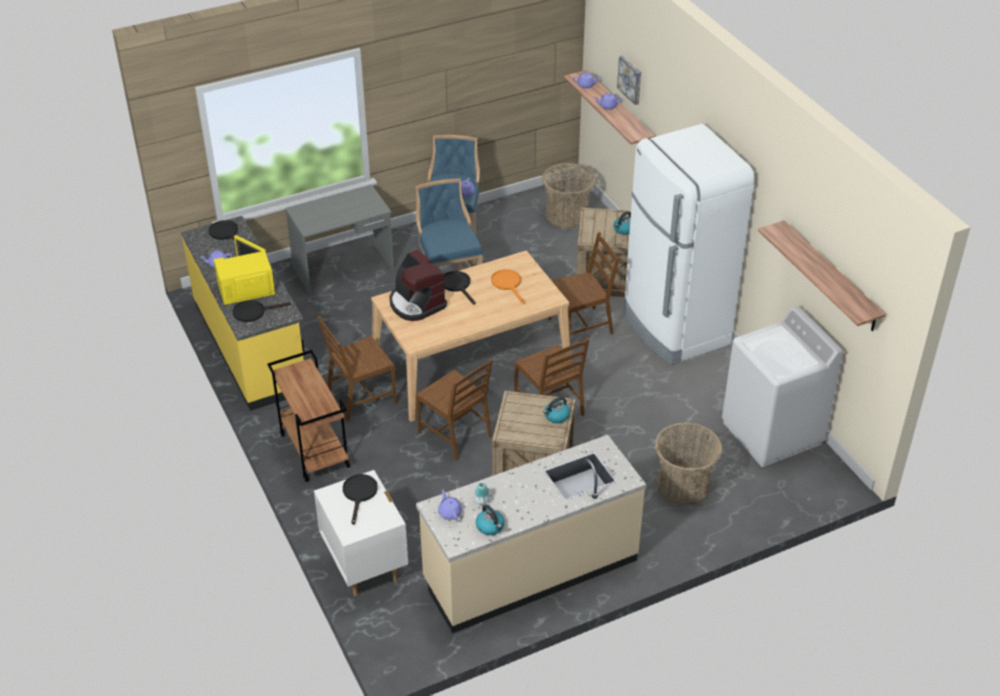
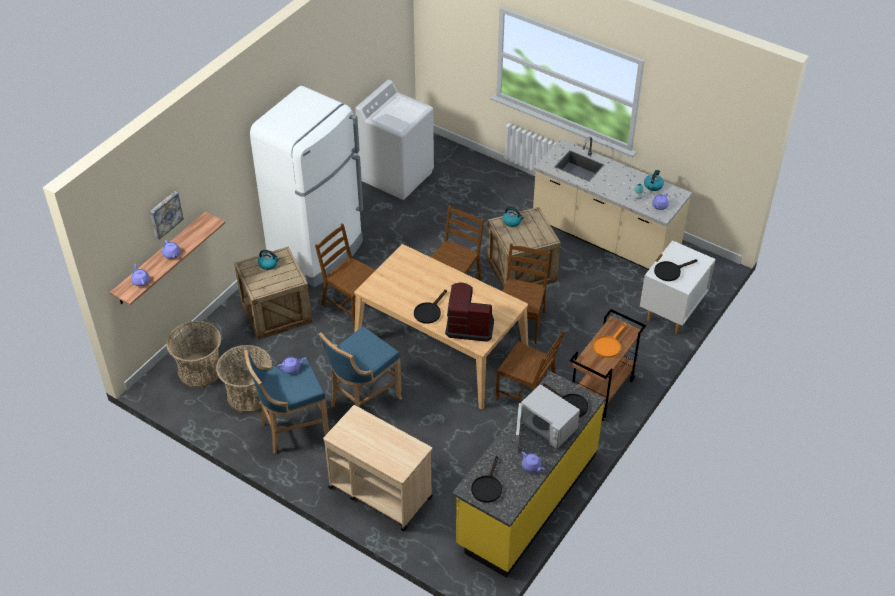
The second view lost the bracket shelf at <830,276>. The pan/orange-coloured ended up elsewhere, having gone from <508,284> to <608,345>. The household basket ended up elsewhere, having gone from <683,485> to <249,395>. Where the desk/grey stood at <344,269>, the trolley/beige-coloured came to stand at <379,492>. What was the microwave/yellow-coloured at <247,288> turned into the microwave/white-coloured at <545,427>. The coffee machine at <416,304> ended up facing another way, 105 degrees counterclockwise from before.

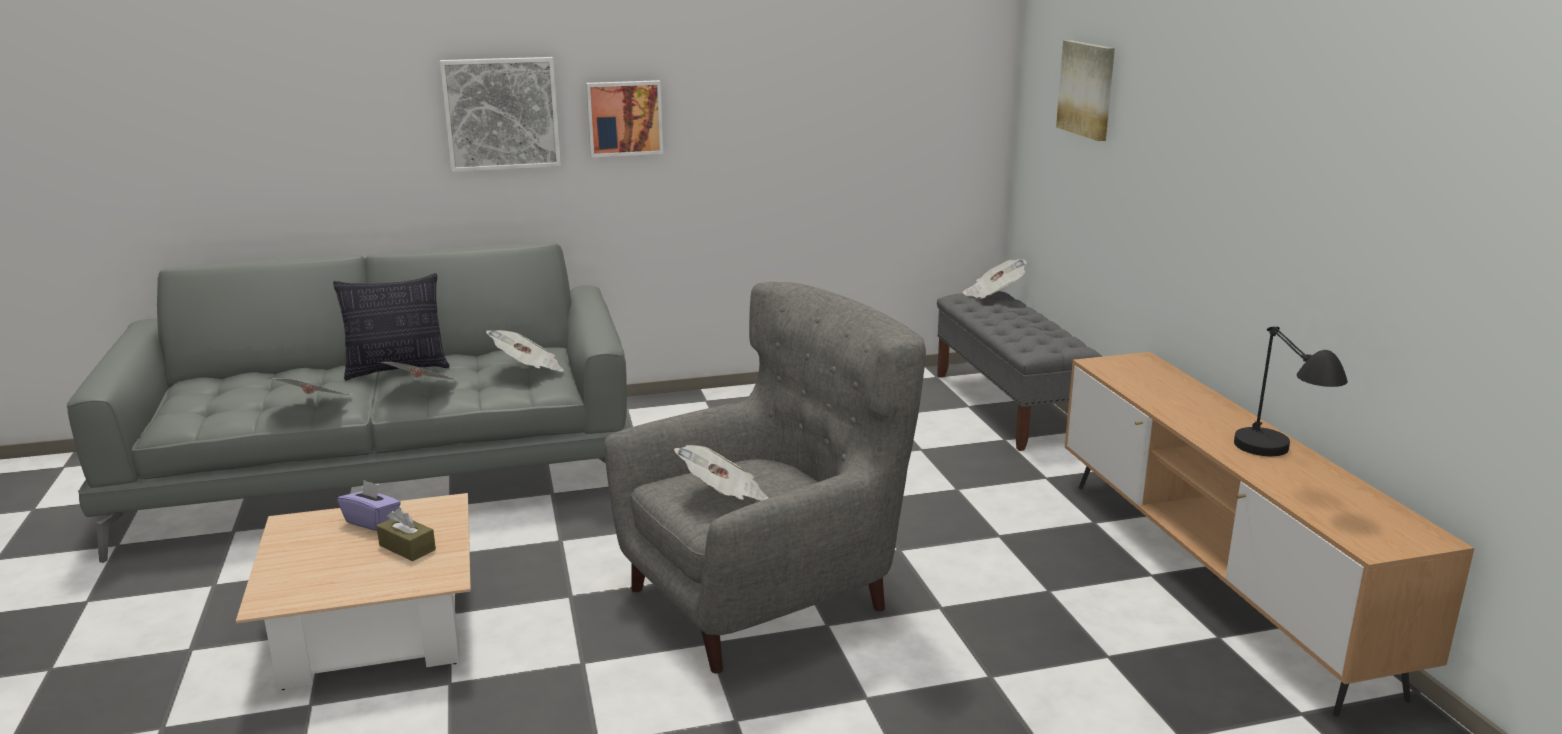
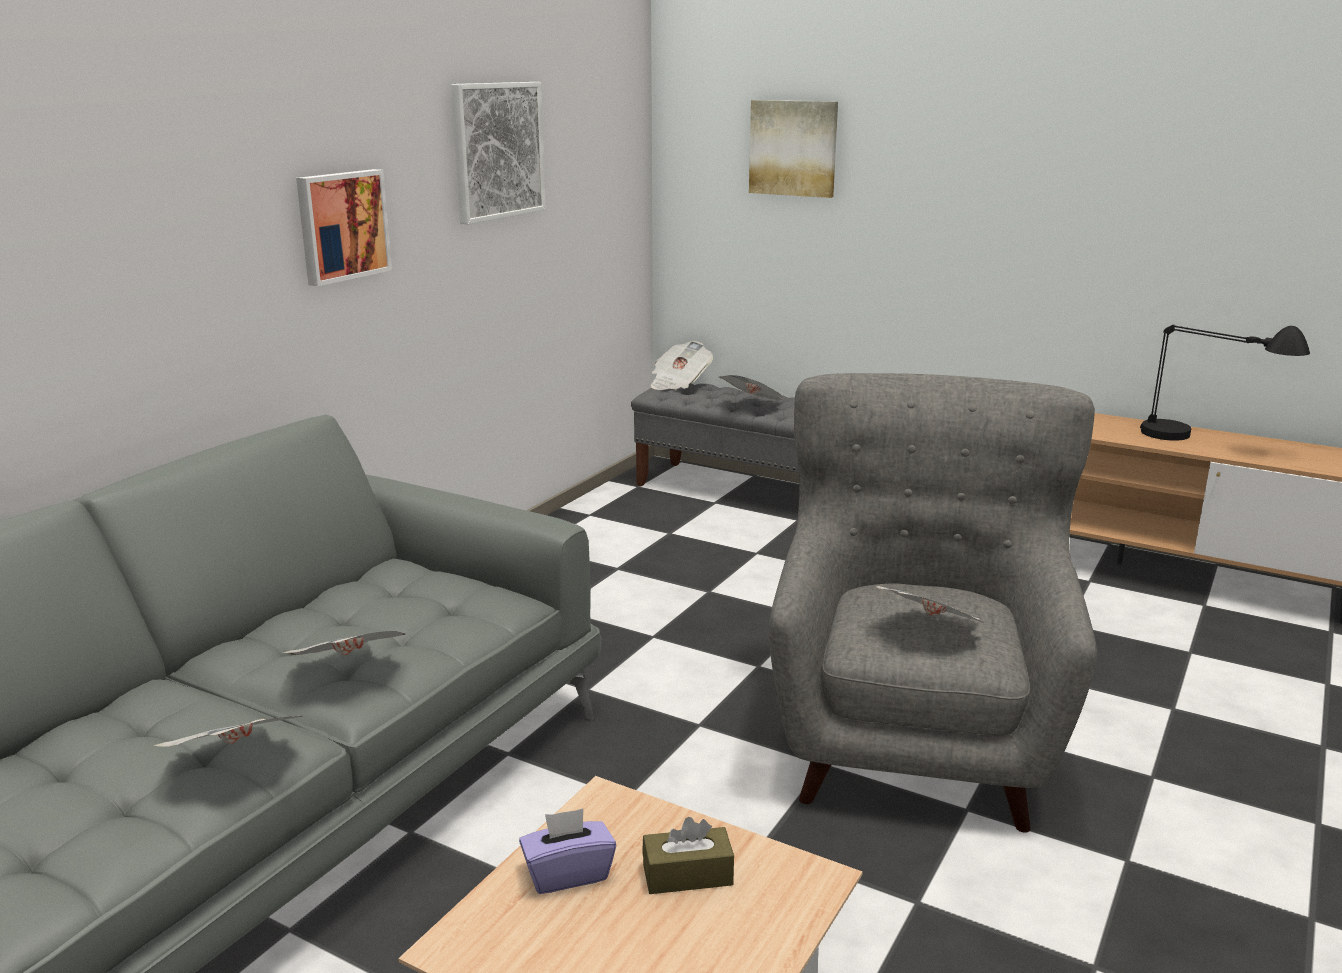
The second view lost the pillow at <397,369>. The wall picture ended up elsewhere, having gone from <501,114> to <497,151>. The printed paper ended up elsewhere, having gone from <528,369> to <753,405>.

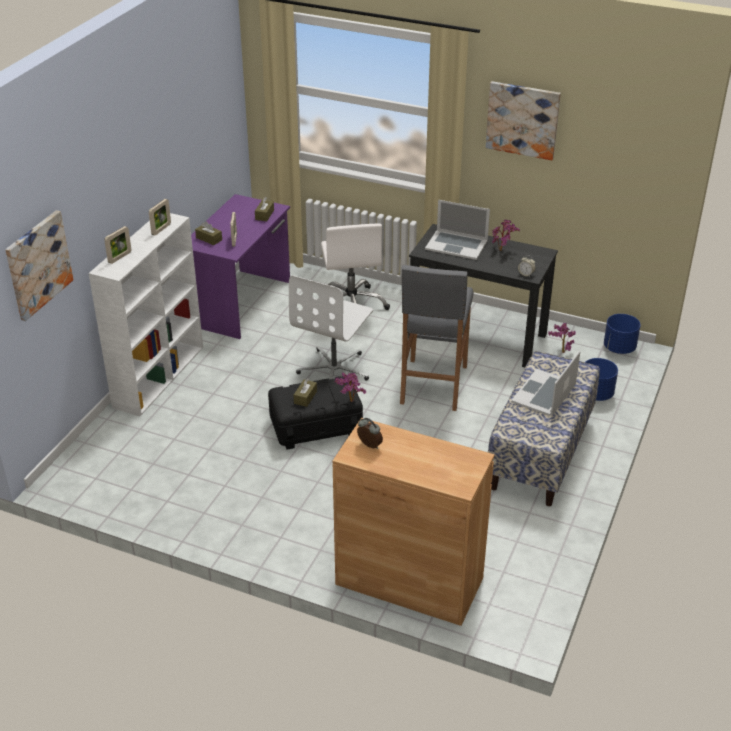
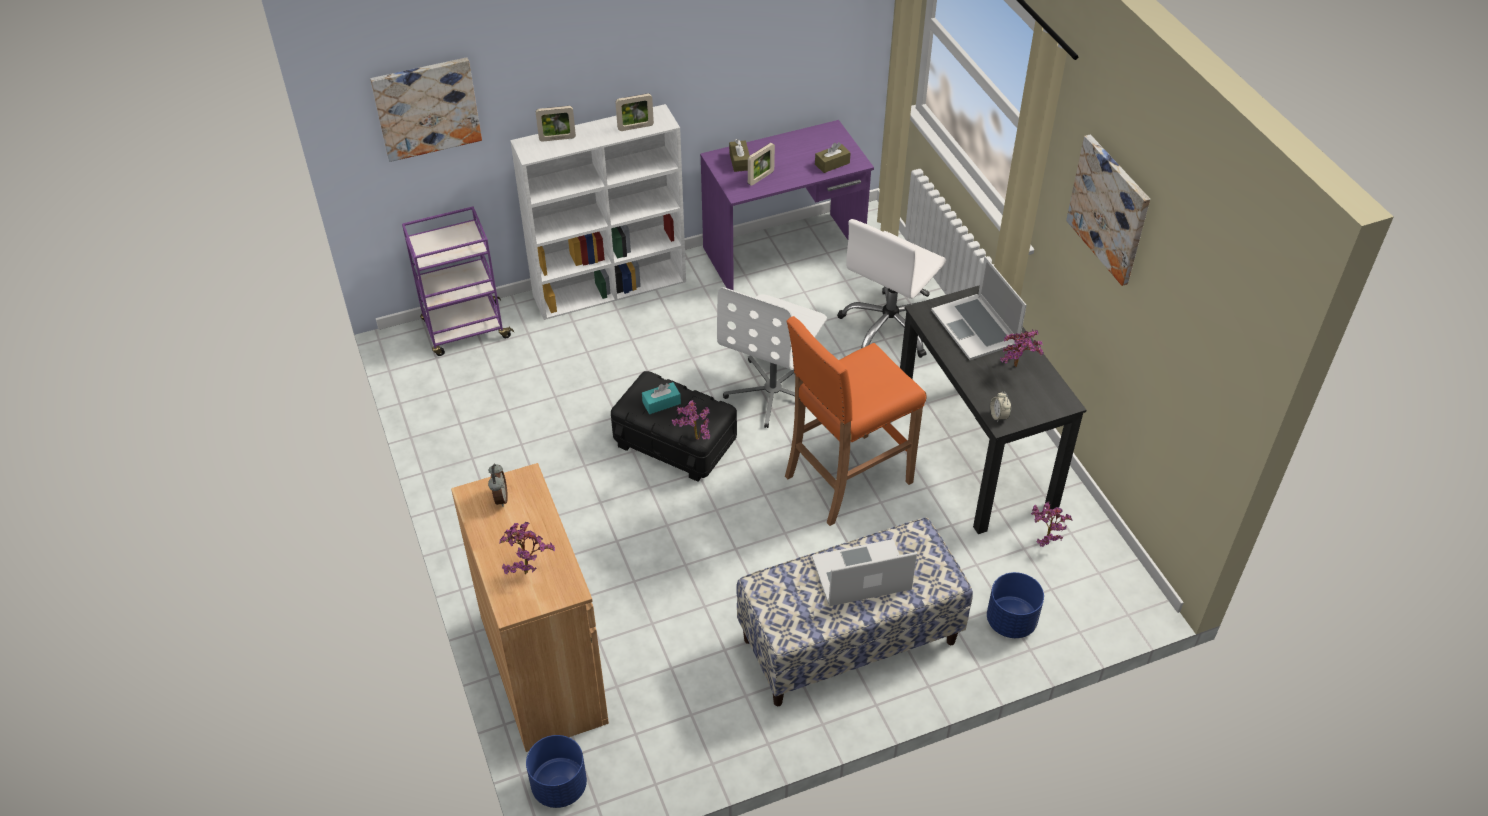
The second view gained the trolley/purple at <465,330>. The second view gained the houseplant at <526,569>. The plant pot/blue ended up elsewhere, having gone from <619,348> to <559,786>. What was the tissue box/brownish at <305,397> turned into the tissue box/turquoise-coloured at <661,403>. What was the sitting stool/grey at <433,385> turned into the sitting stool/orange-coloured at <846,479>. The office chair/white-coloured at <335,370> ended up facing another way, 45 degrees counterclockwise from before.

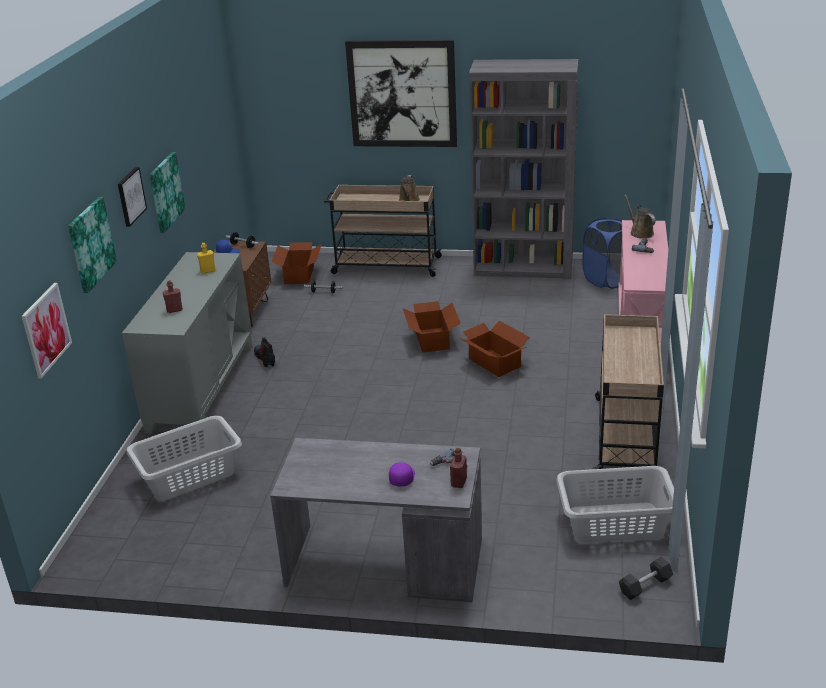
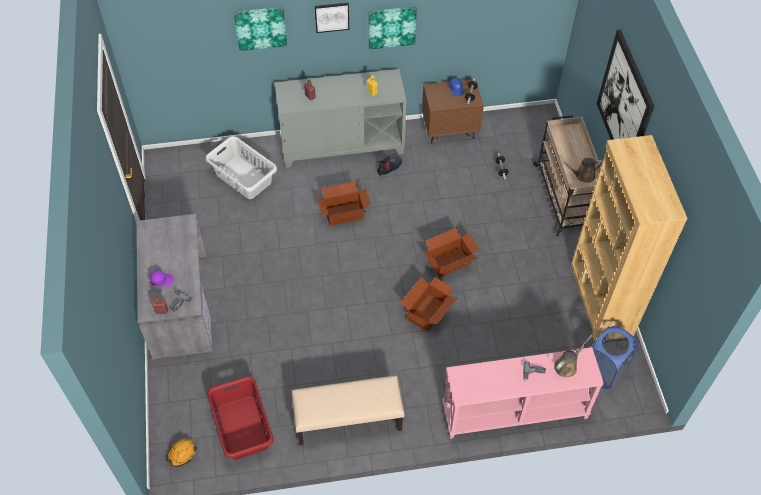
The second view lost the wall picture at <46,330>. The carton ended up elsewhere, having gone from <298,275> to <343,213>. Where the trolley/beige-coloured stood at <626,436>, the long seat/beige-coloured came to stand at <348,420>. Where the free weight/grey stood at <645,586>, the hard hat/orange-coloured came to stand at <182,453>. What was the shelving unit/grey at <523,268> turned into the shelving unit/brownish at <600,300>. What was the hamper/grey at <616,523> turned into the hamper/red at <242,428>.

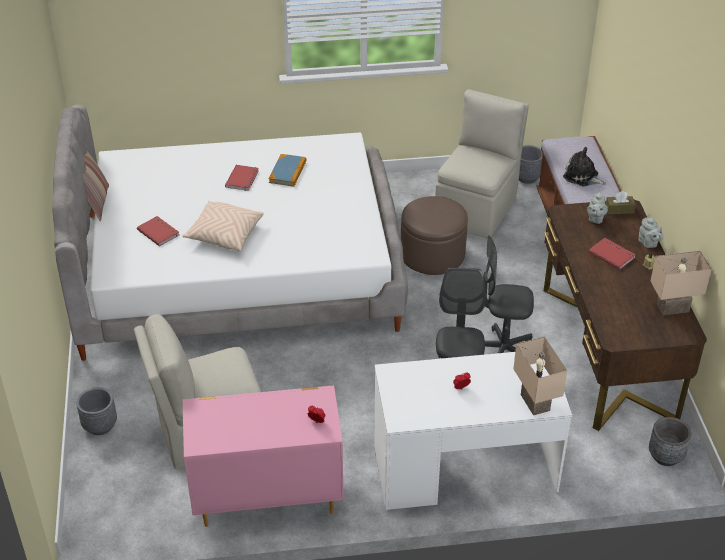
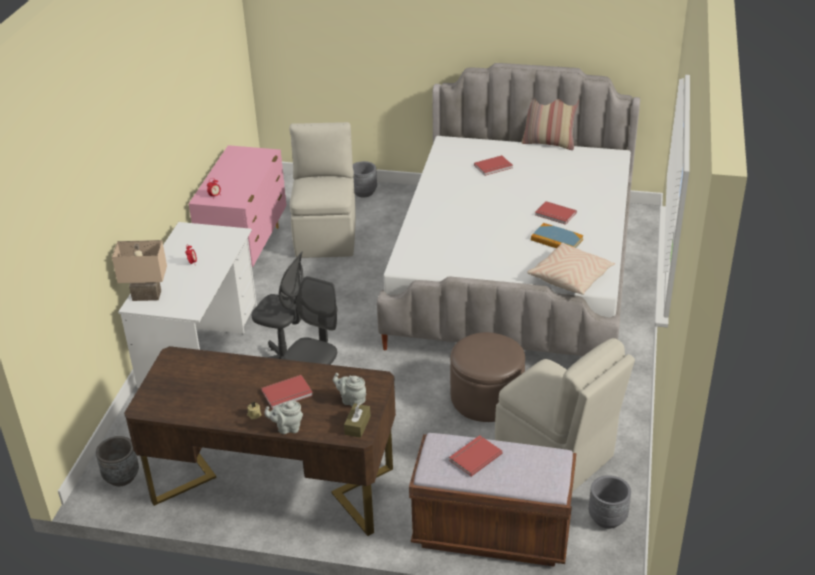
The second view lost the tabletop lamp/beige-coloured at <673,309>. The pillow/beige-coloured ended up elsewhere, having gone from <224,234> to <570,278>. Where the soft toy stood at <582,177>, the bound book/red came to stand at <474,456>.

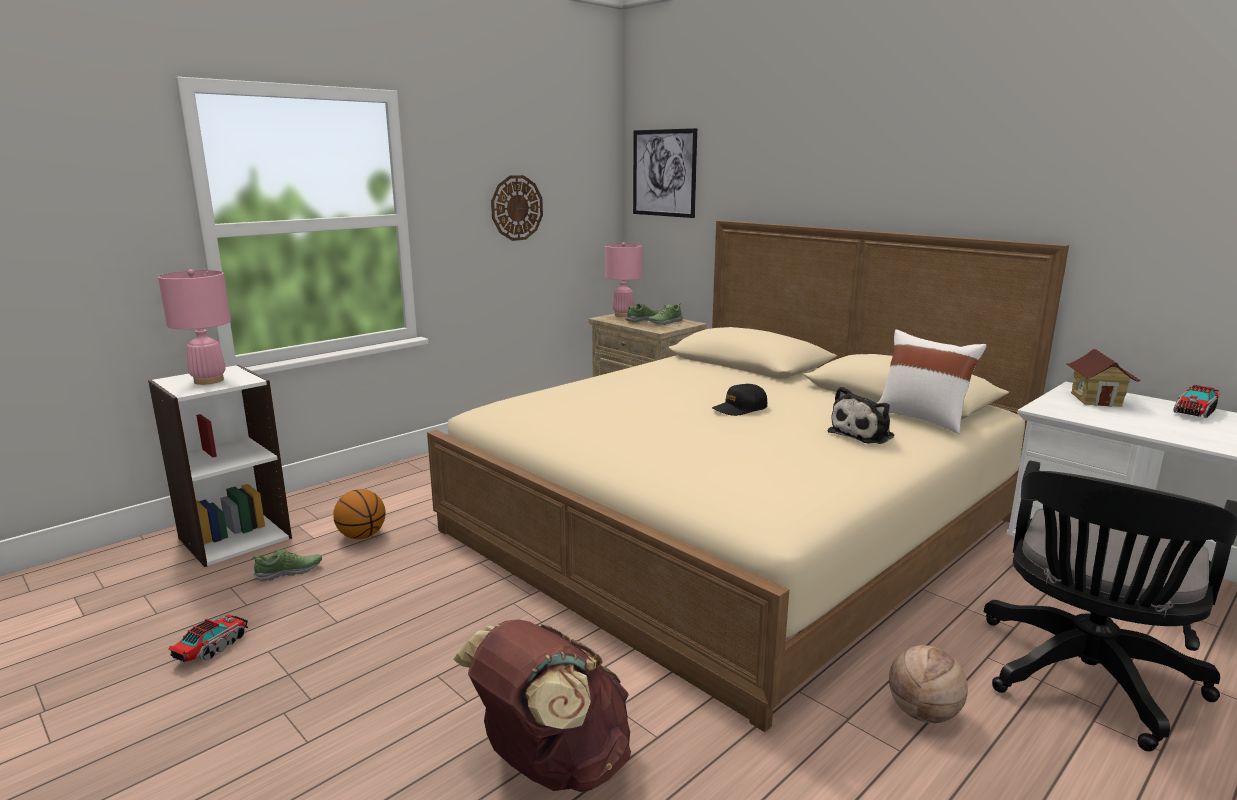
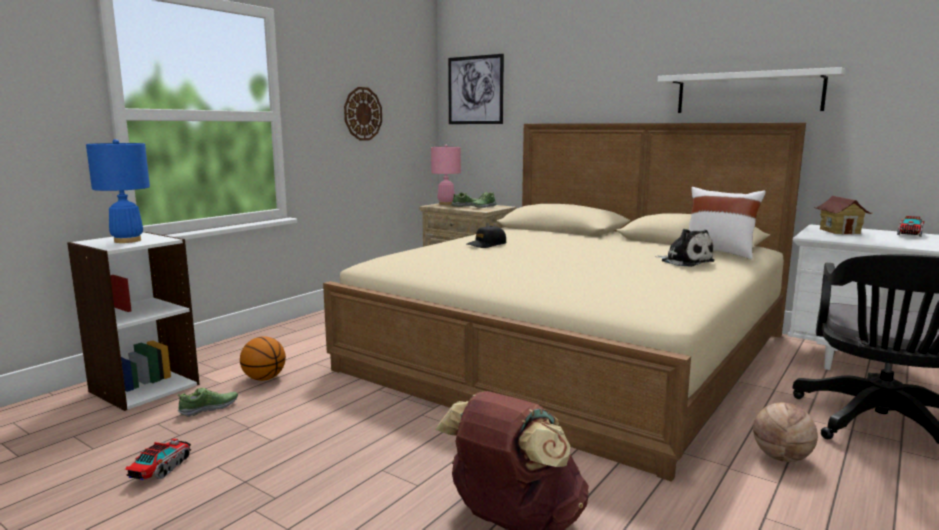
The second view gained the bracket shelf/white-coloured at <748,93>. The baseball cap/black ended up elsewhere, having gone from <740,409> to <486,245>. What was the tabletop lamp/pinkish at <209,381> turned into the tabletop lamp/blue at <127,241>. The soft toy at <864,434> ended up facing another way, 75 degrees counterclockwise from before.

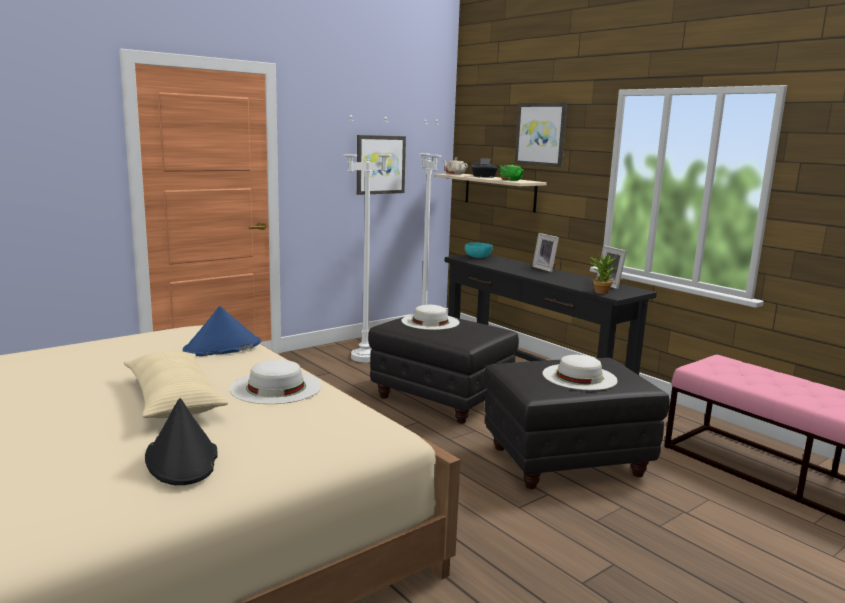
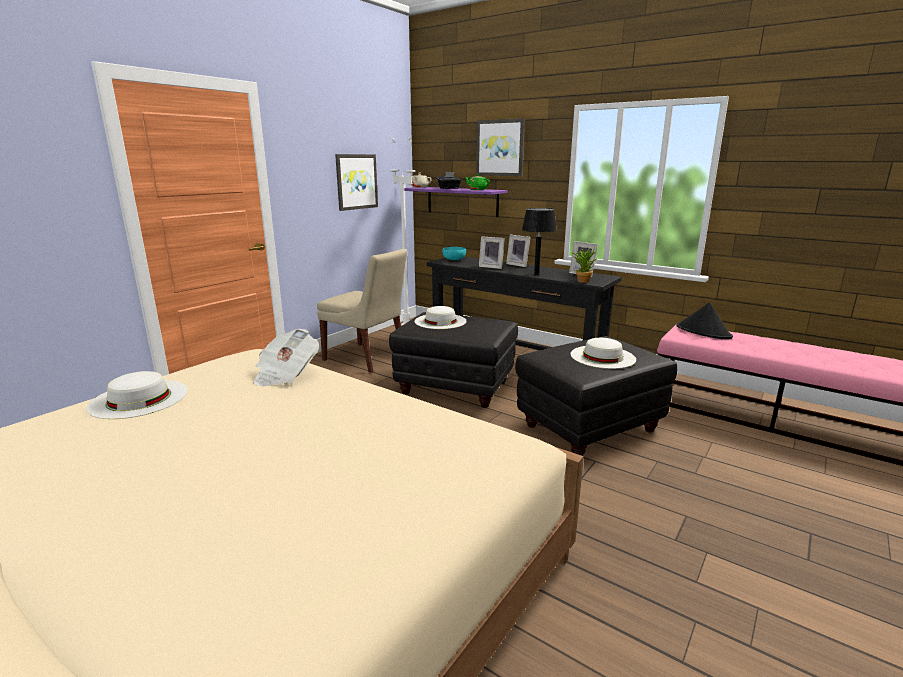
The second view lost the pillow/beige-coloured at <173,399>. The second view gained the picture frame at <492,267>. The second view gained the tabletop lamp/black at <536,274>. The hat/black ended up elsewhere, having gone from <182,458> to <703,332>. The hat/white-coloured ended up elsewhere, having gone from <276,387> to <139,398>. Where the hat/blue stood at <222,347>, the printed paper came to stand at <285,374>. Where the floor lamp/white-coloured stood at <365,357>, the plain chair/beige-coloured came to stand at <367,358>. What was the bracket shelf/beige-coloured at <499,192> turned into the bracket shelf/purple at <462,201>.

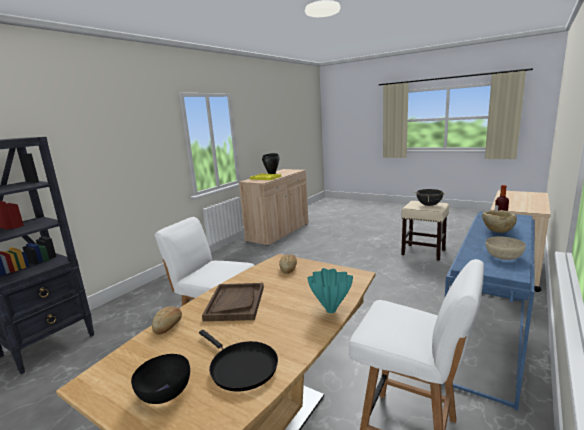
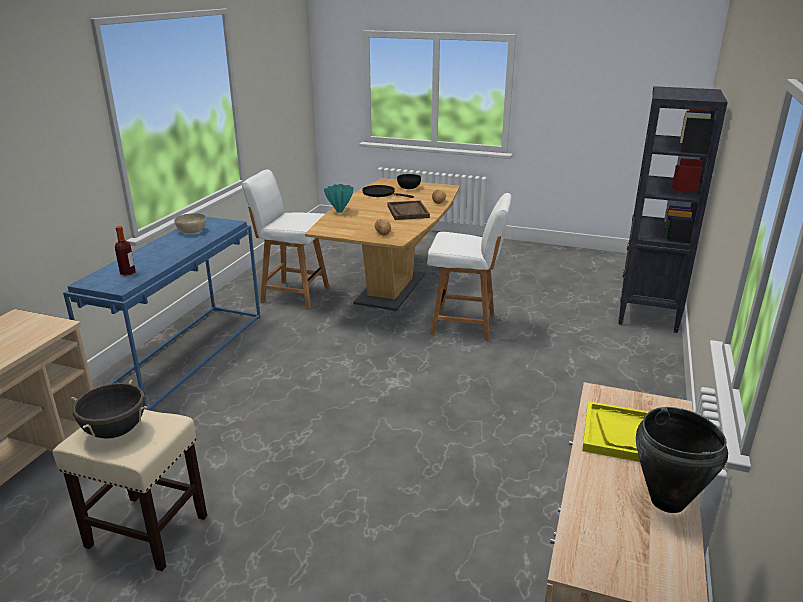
The second view lost the serving bowl/beige-coloured at <497,231>.

